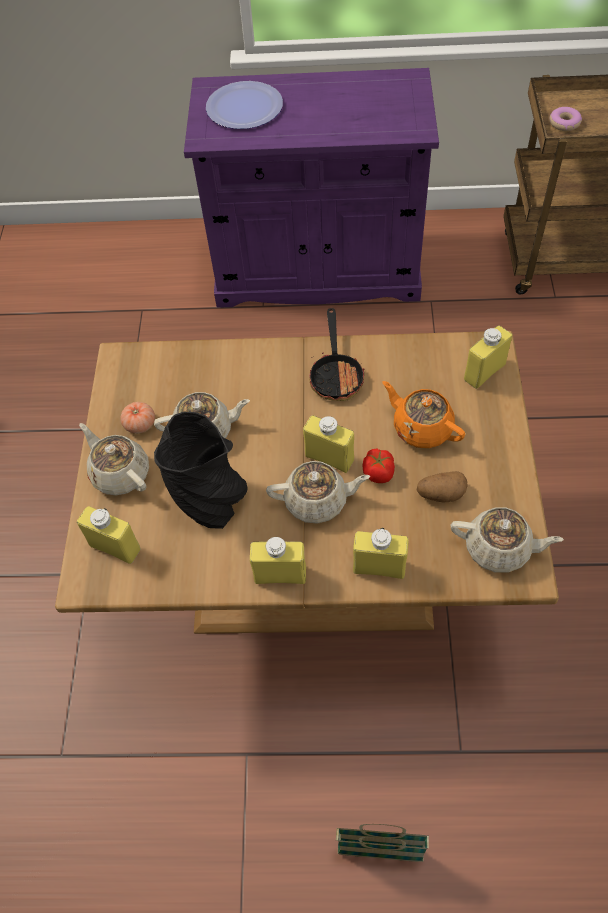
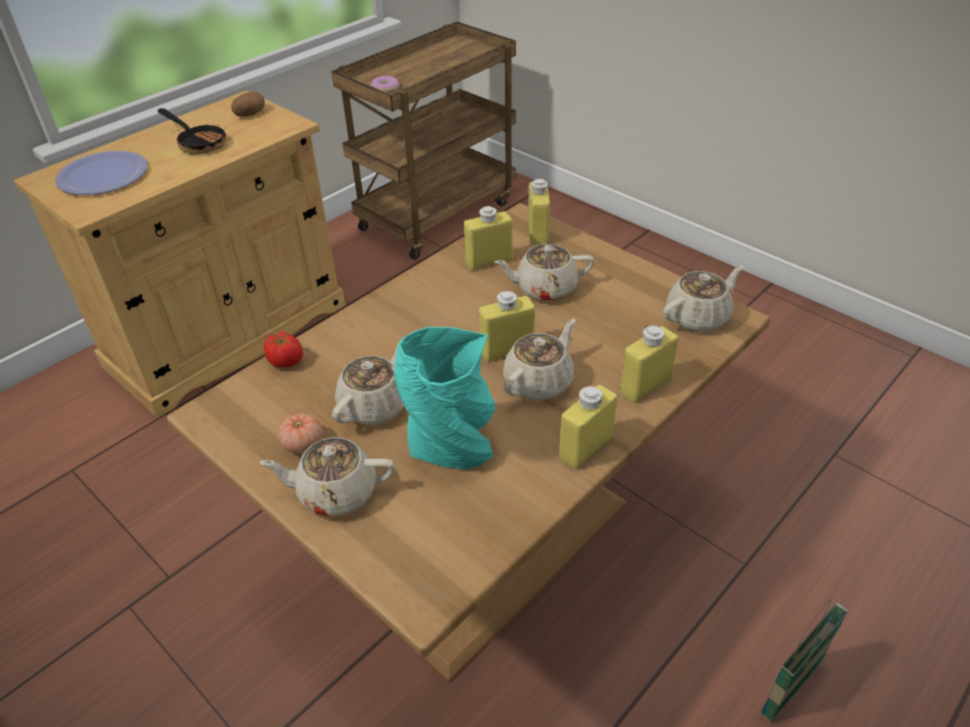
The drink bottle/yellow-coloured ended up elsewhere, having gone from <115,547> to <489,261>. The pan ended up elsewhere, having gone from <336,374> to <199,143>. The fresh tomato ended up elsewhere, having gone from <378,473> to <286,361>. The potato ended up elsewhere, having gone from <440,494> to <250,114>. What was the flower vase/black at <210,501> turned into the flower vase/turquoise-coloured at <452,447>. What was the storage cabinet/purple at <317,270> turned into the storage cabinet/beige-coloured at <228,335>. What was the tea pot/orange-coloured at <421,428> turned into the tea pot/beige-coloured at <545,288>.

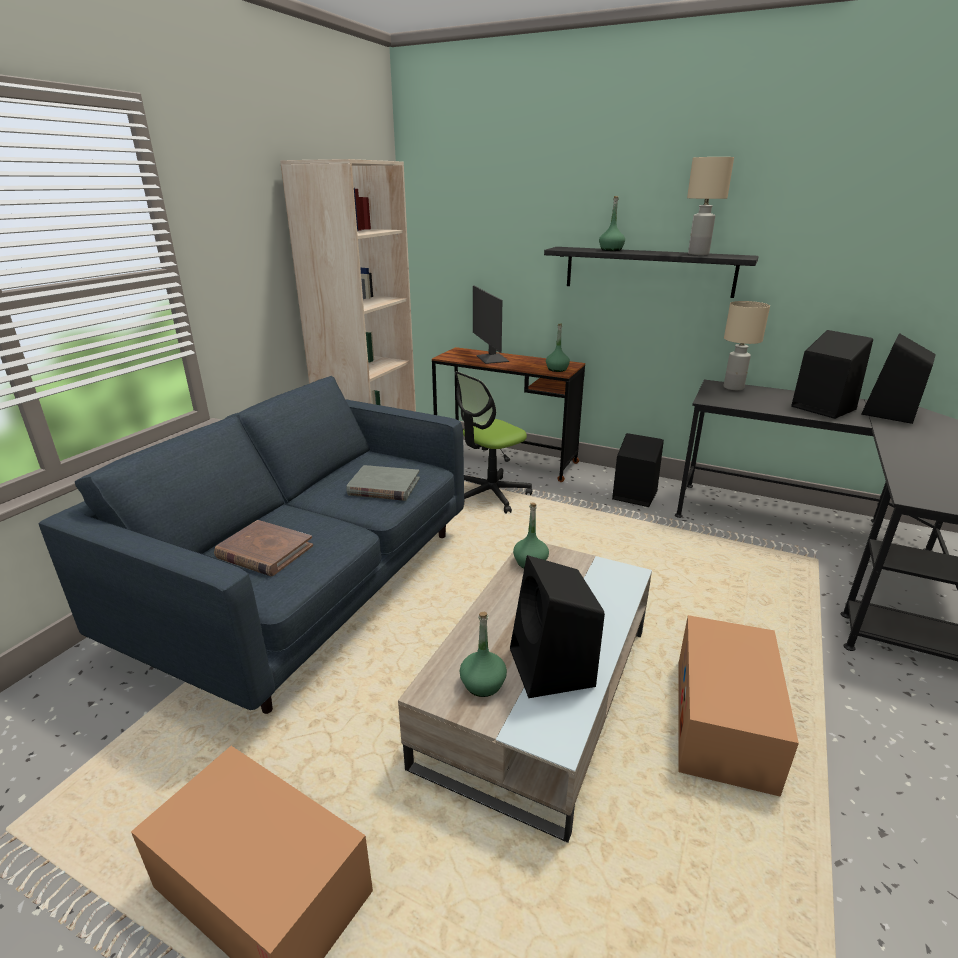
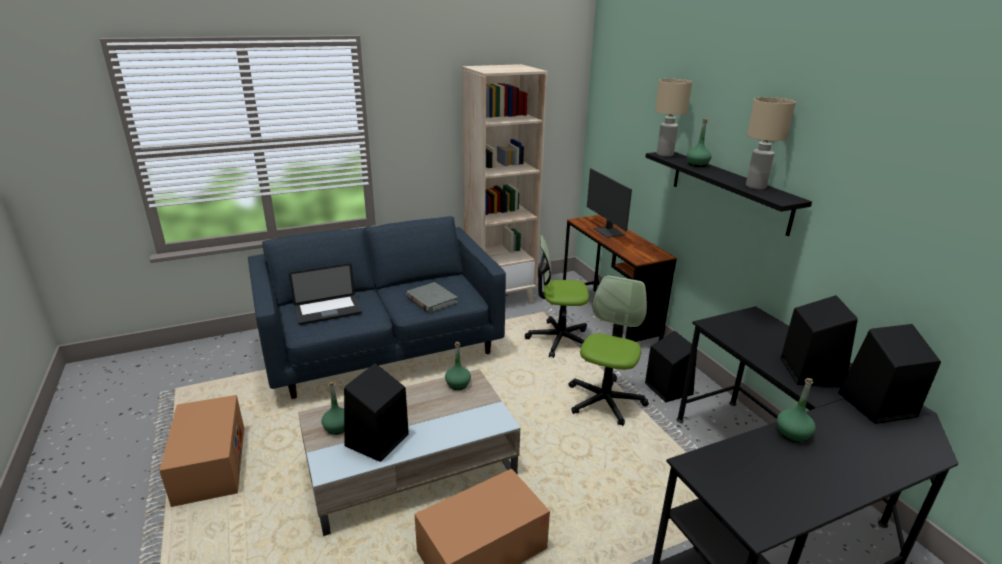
The second view gained the office chair at <605,401>. The drink bottle/green-coloured ended up elsewhere, having gone from <557,369> to <792,433>. The tabletop lamp/beige-coloured ended up elsewhere, having gone from <733,387> to <665,154>. Where the bound book/brownish stood at <264,552>, the notebook computer came to stand at <328,311>. The computer display at <491,359> ended up facing another way, 45 degrees counterclockwise from before.

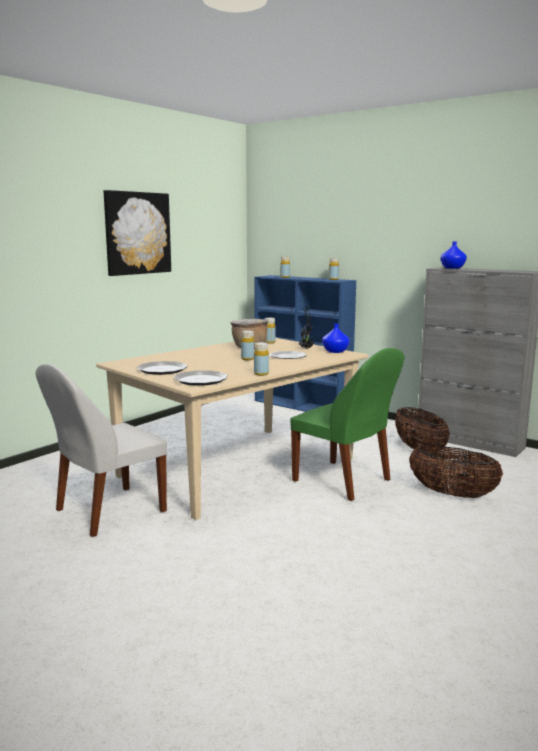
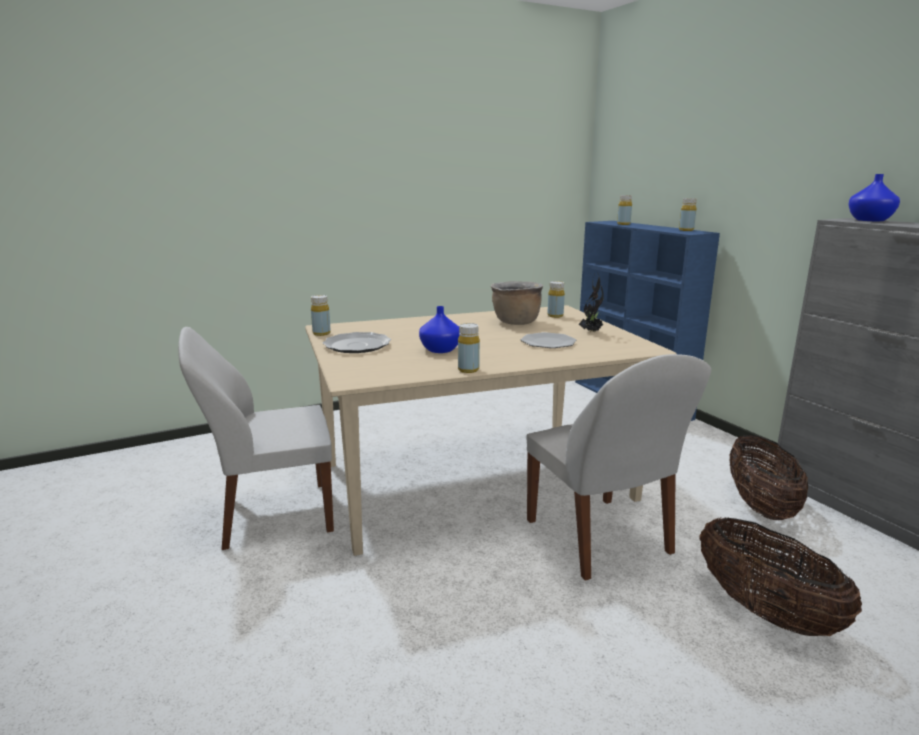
The second view lost the wall picture at <137,233>. The second view lost the dinner plate at <201,380>. The drink bottle/yellow-coloured ended up elsewhere, having gone from <247,359> to <321,333>. The flower vase/blue ended up elsewhere, having gone from <336,351> to <441,350>. What was the plain chair/green-coloured at <343,481> turned into the plain chair/white-coloured at <599,539>.

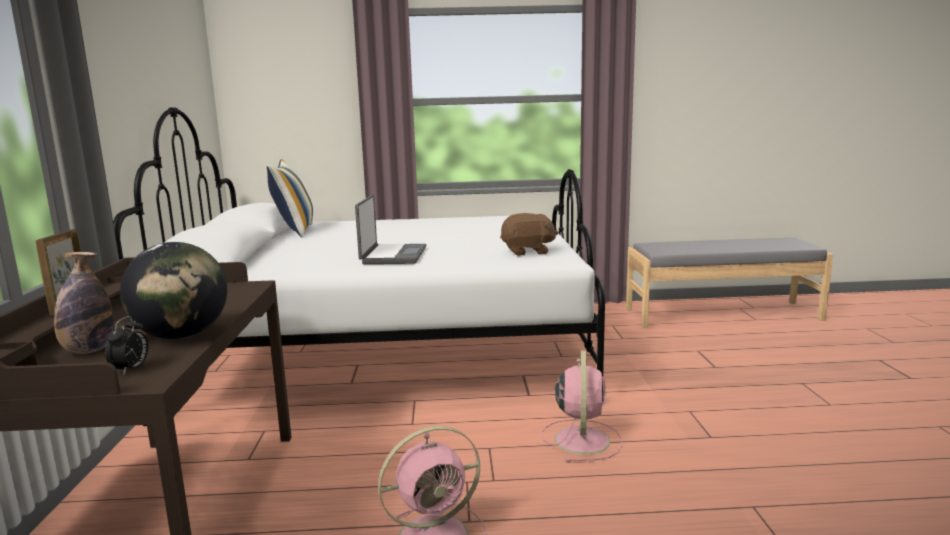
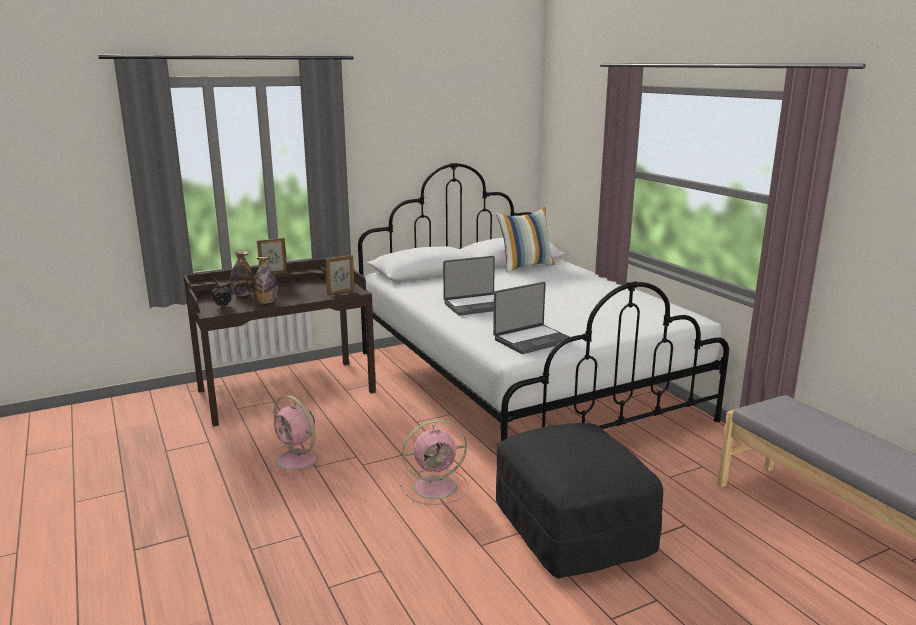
The second view gained the picture frame at <341,293>. The second view gained the ottoman/black at <573,530>. Where the globe stood at <182,336>, the drink bottle came to stand at <266,302>. Where the soft toy/brownish stood at <528,252>, the notebook computer came to stand at <531,340>.

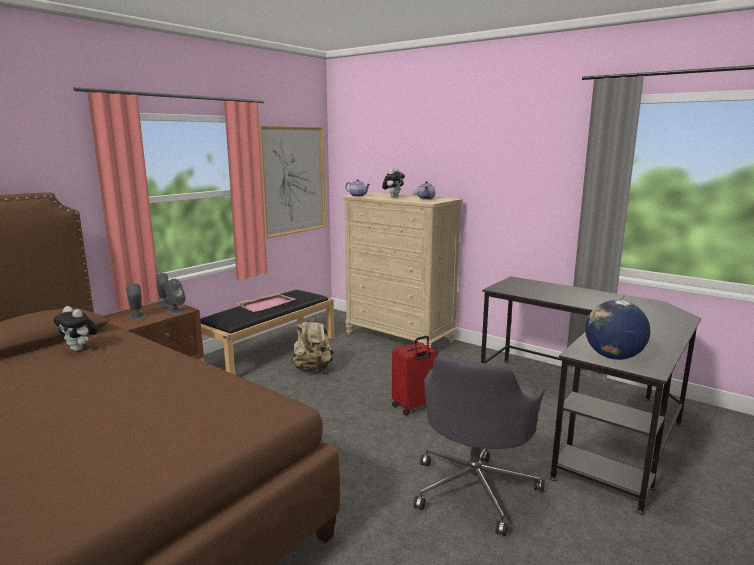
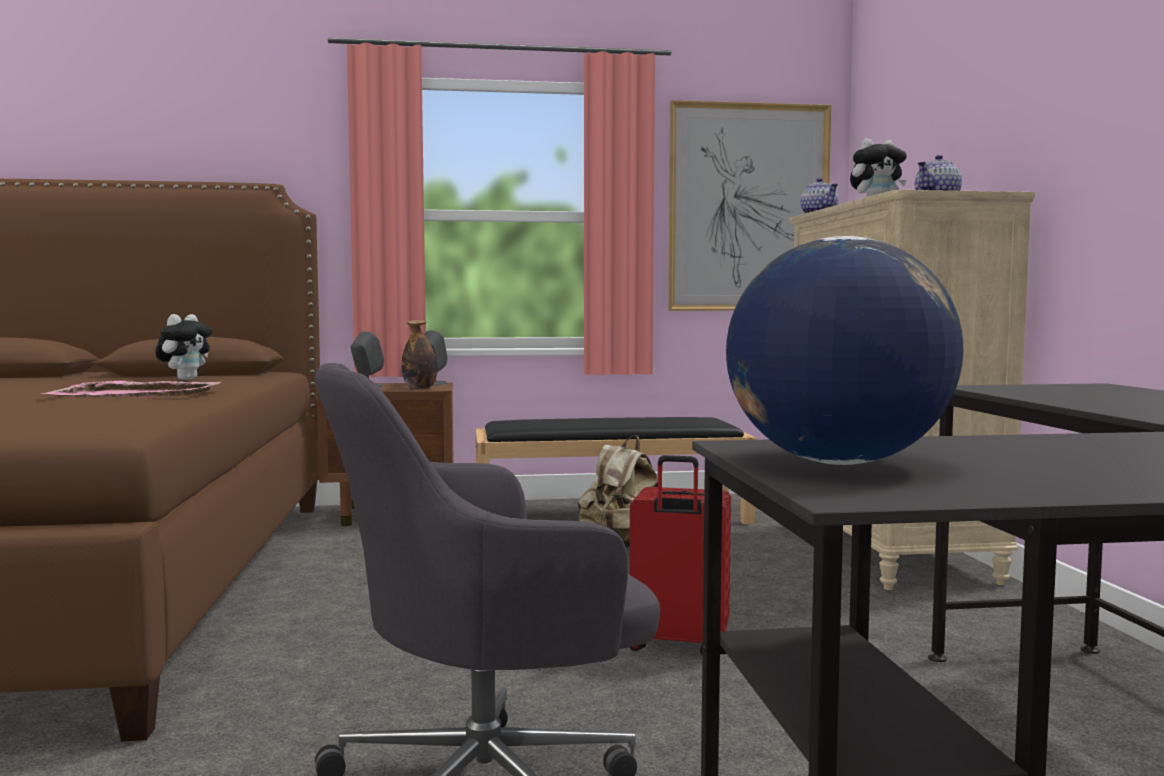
The tray/pinkish ended up elsewhere, having gone from <267,304> to <138,394>. Where the speaker/grey stood at <175,311>, the drink bottle came to stand at <420,388>. The soft toy at <80,349> ended up facing another way, 150 degrees counterclockwise from before.

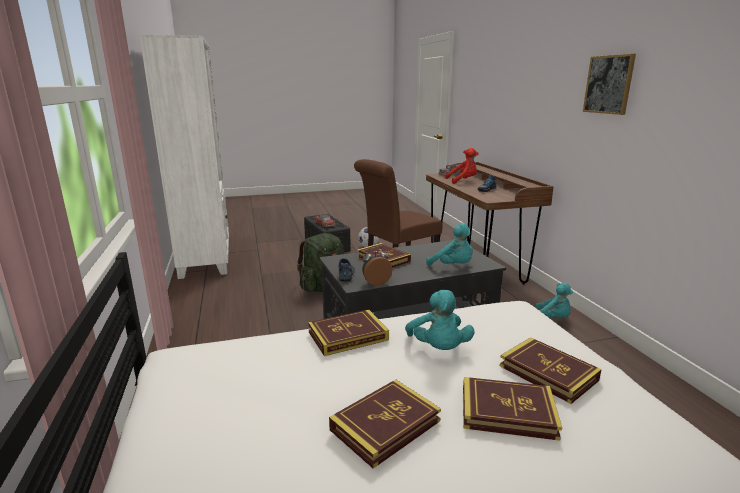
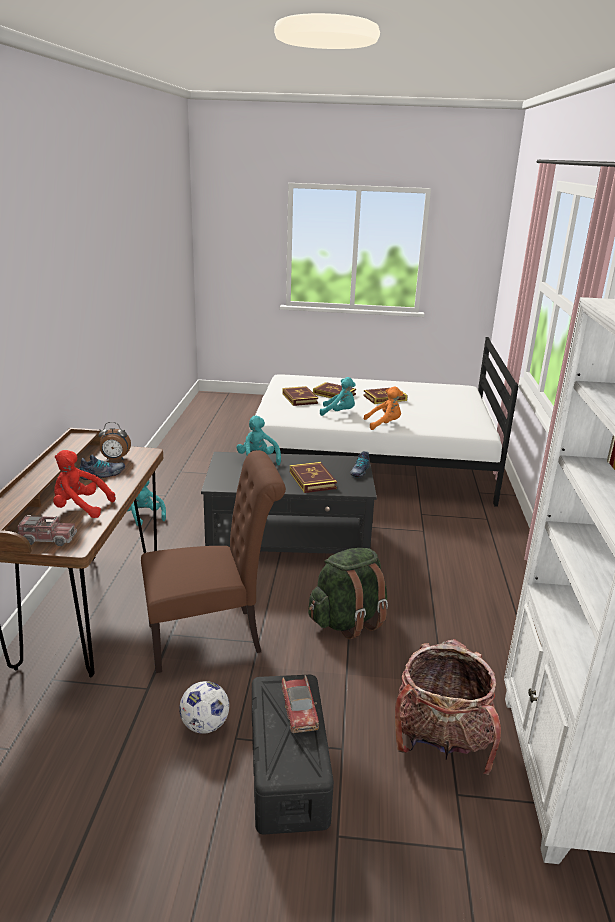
The second view lost the wall picture at <609,84>. The second view gained the knapsack at <441,742>. The bedside clock ended up elsewhere, having gone from <375,283> to <115,459>. Where the bound book stood at <348,336>, the soft toy/orange-coloured came to stand at <384,424>. The soft toy/turquoise-coloured at <438,349> ended up facing another way, 90 degrees clockwise from before.

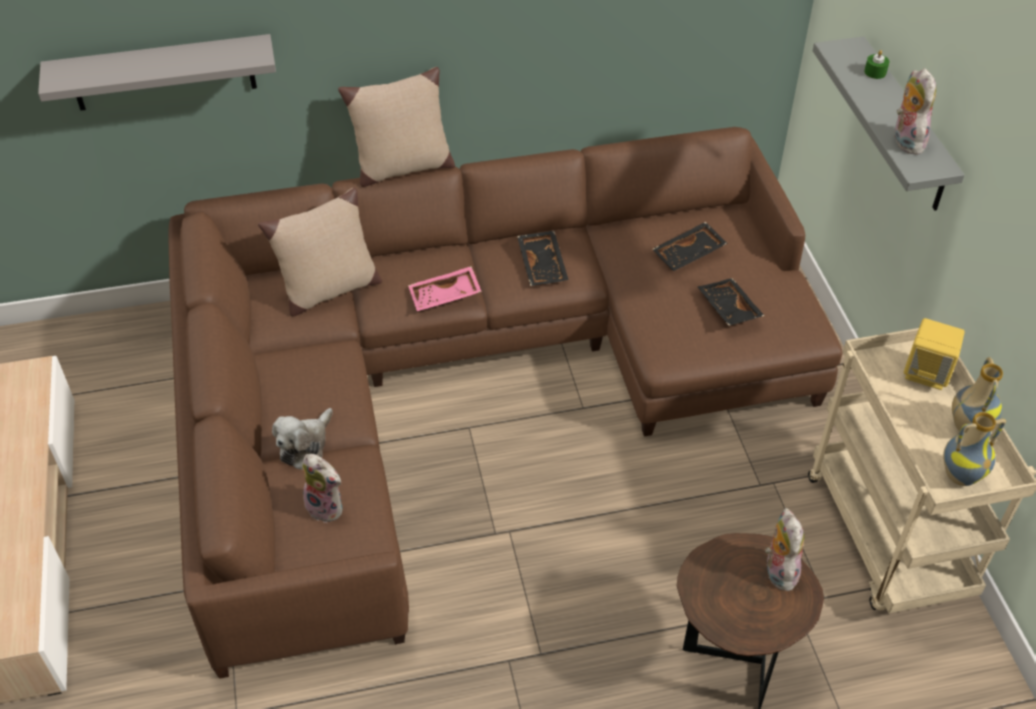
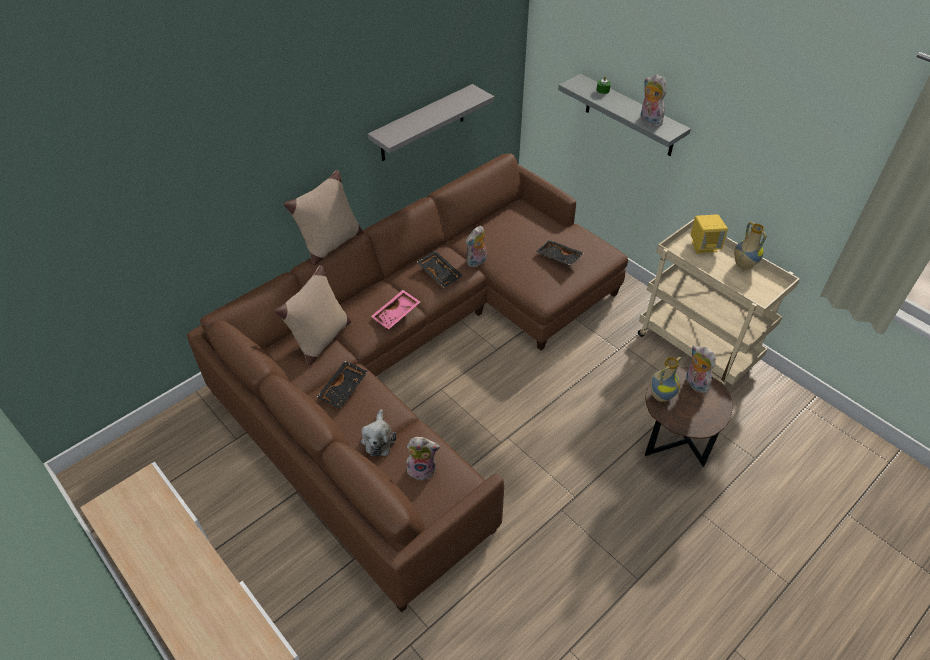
The second view gained the soft toy at <476,262>. The bracket shelf/grey ended up elsewhere, having gone from <163,73> to <422,124>. The tray/black ended up elsewhere, having gone from <689,254> to <344,389>. The flower vase ended up elsewhere, having gone from <960,475> to <660,395>.

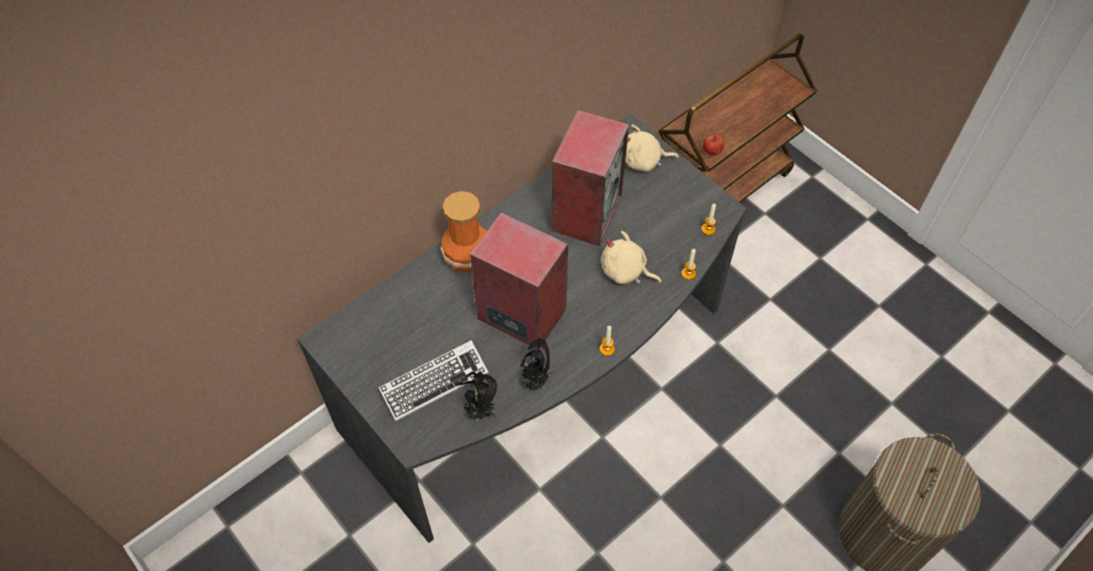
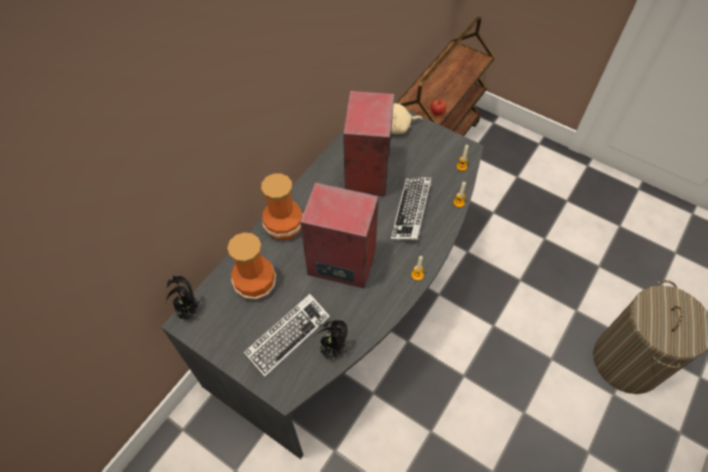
The second view gained the flower vase at <255,283>. The houseplant ended up elsewhere, having gone from <535,382> to <188,312>. Where the soft toy/beige-coloured stood at <626,271>, the keyboard came to stand at <411,211>.

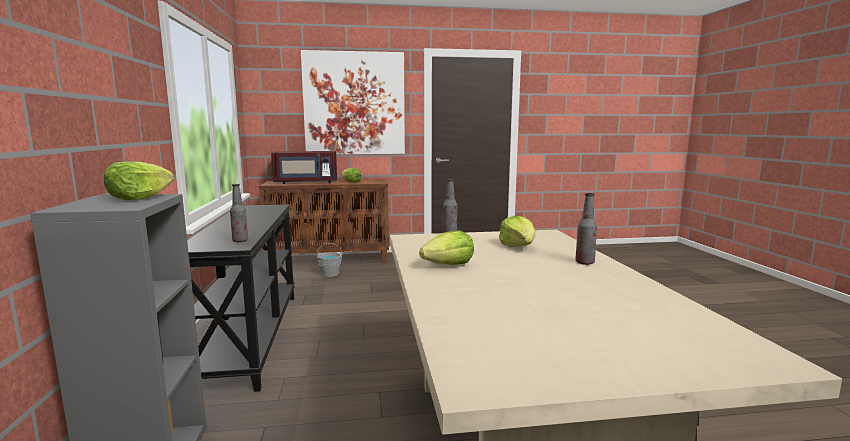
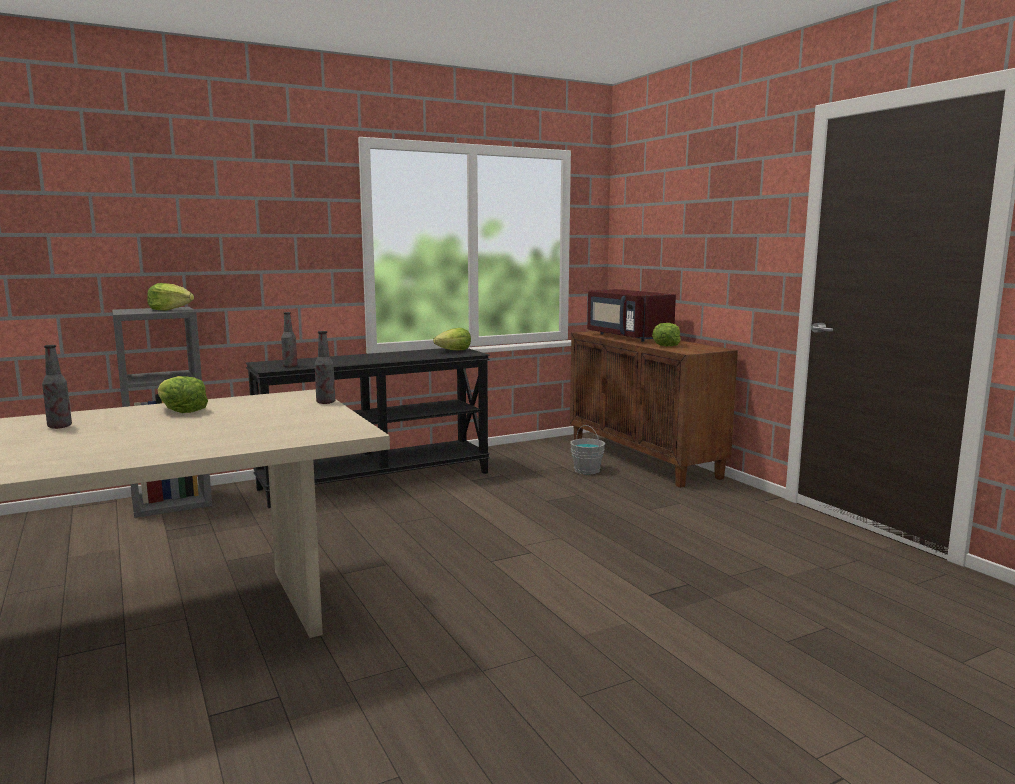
The second view lost the wall picture at <354,103>. The lettuce head ended up elsewhere, having gone from <518,246> to <454,351>. The drink bottle ended up elsewhere, having gone from <584,262> to <59,426>.

